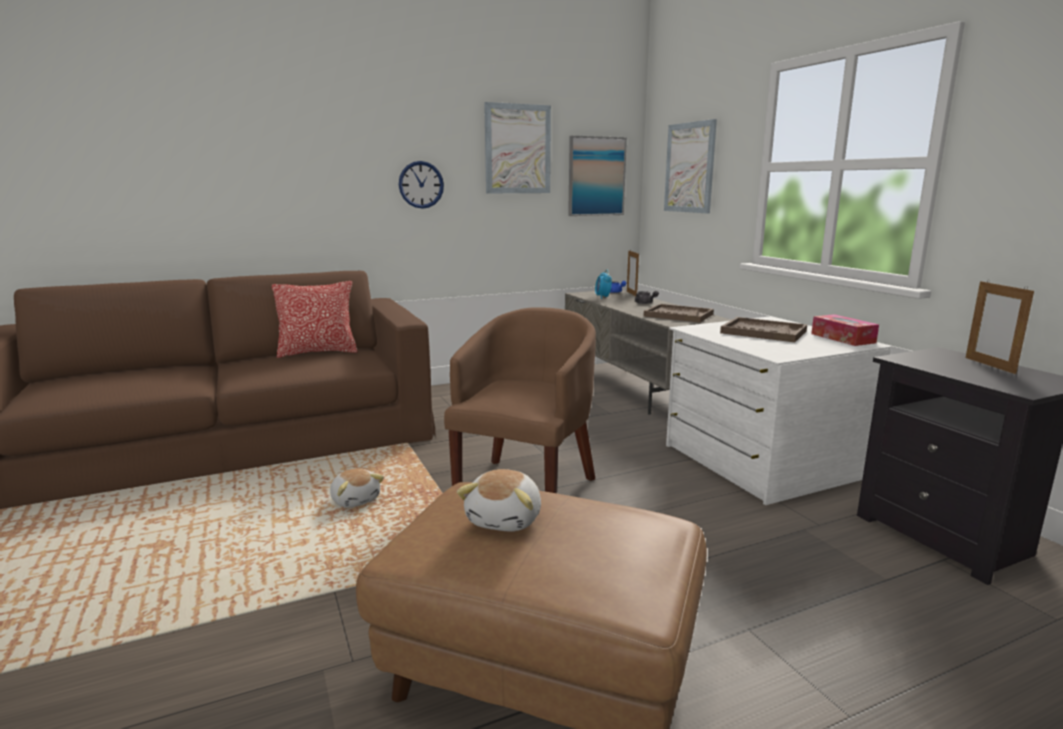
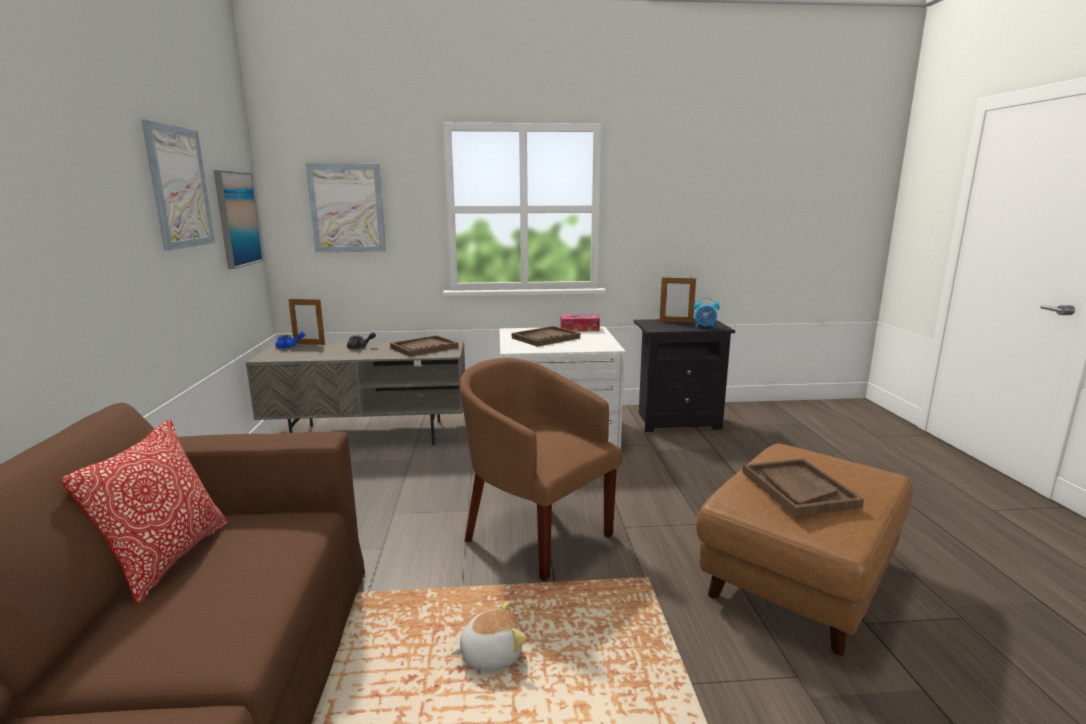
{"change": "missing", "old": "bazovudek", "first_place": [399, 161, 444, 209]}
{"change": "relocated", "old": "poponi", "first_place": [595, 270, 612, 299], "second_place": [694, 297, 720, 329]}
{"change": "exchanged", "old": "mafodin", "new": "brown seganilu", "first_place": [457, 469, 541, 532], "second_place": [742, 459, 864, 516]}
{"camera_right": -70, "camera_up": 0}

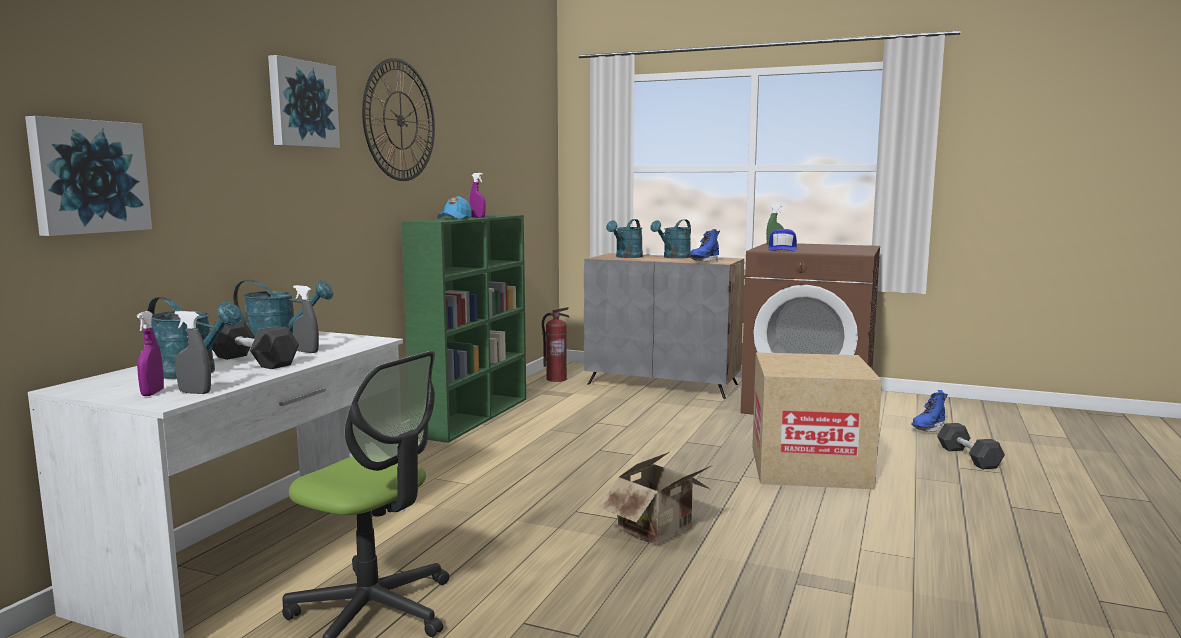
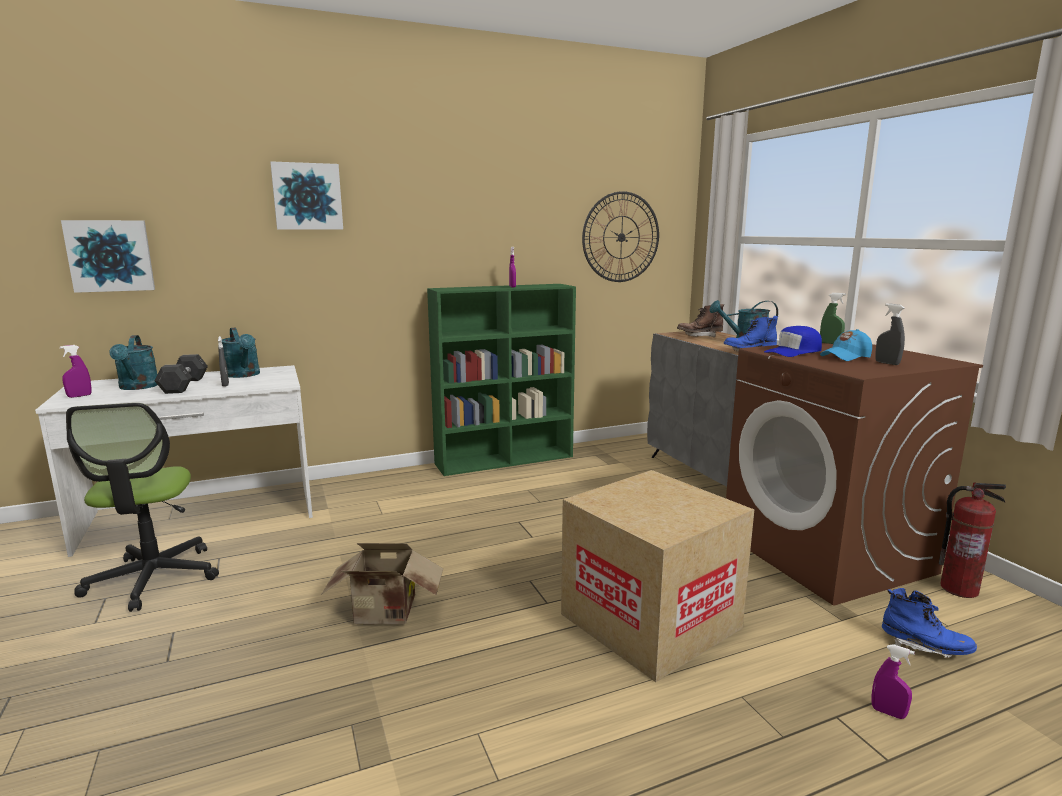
{"change": "relocated", "old": "bazovudek", "first_place": [362, 58, 435, 181], "second_place": [582, 191, 659, 282]}
{"change": "relocated", "old": "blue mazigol", "first_place": [437, 196, 472, 219], "second_place": [820, 329, 872, 361]}
{"change": "exchanged", "old": "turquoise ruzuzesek", "new": "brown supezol", "first_place": [606, 219, 643, 258], "second_place": [677, 304, 724, 337]}
{"change": "relocated", "old": "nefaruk", "first_place": [542, 307, 570, 382], "second_place": [939, 482, 1006, 598]}
{"change": "relocated", "old": "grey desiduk", "first_place": [175, 311, 211, 394], "second_place": [875, 303, 905, 365]}
{"change": "spun", "old": "blue supezol", "first_place": [911, 390, 948, 432], "second_place": [882, 588, 977, 658], "degrees": -150}
{"change": "exchanged", "old": "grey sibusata", "new": "purple desiduk", "first_place": [937, 423, 1005, 469], "second_place": [871, 644, 915, 719]}
{"camera_right": 45, "camera_up": 5}

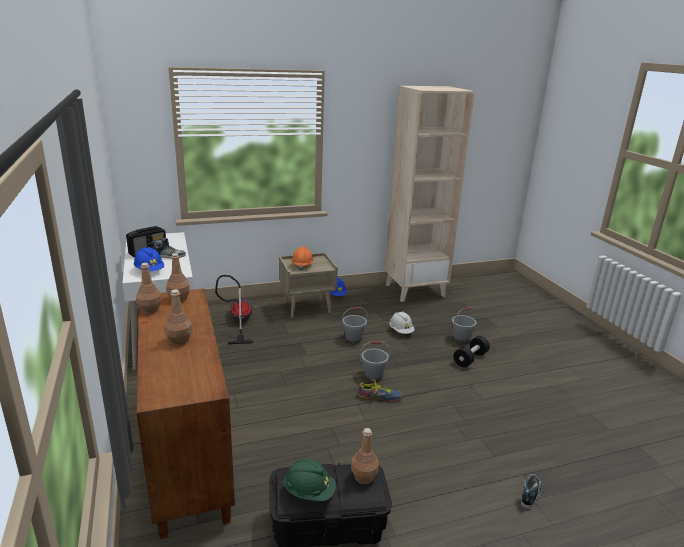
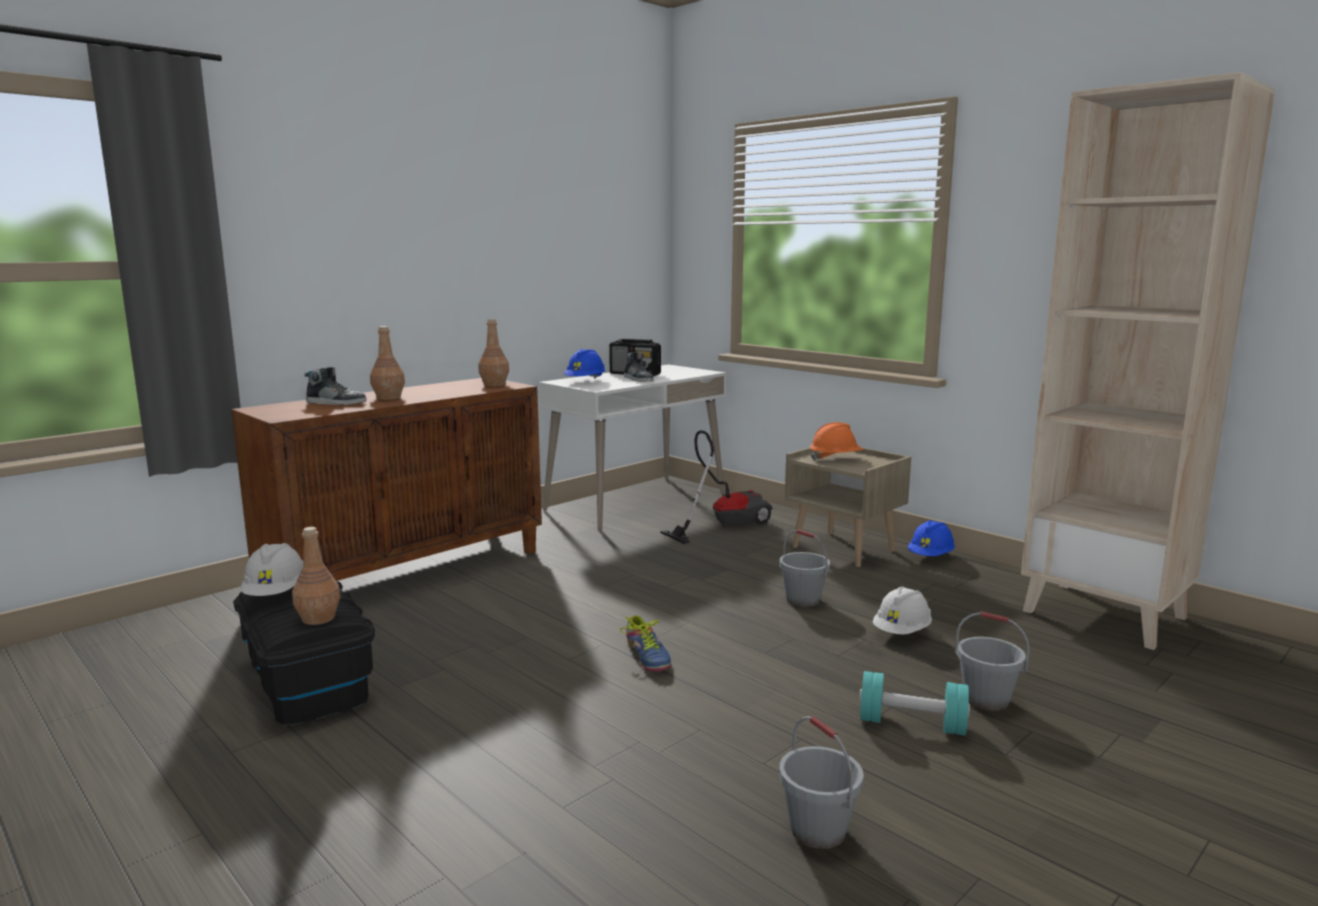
{"change": "missing", "old": "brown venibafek", "first_place": [136, 263, 161, 314]}
{"change": "colour", "old": "black sibusata", "new": "turquoise sibusata", "first_place": [454, 336, 490, 367], "second_place": [859, 671, 970, 736]}
{"change": "relocated", "old": "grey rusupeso", "first_place": [360, 341, 390, 381], "second_place": [779, 716, 864, 849]}
{"change": "colour", "old": "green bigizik", "new": "white bigizik", "first_place": [284, 459, 336, 501], "second_place": [241, 543, 303, 596]}
{"change": "relocated", "old": "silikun", "first_place": [521, 474, 542, 509], "second_place": [305, 367, 367, 405]}
{"camera_right": 65, "camera_up": -10}

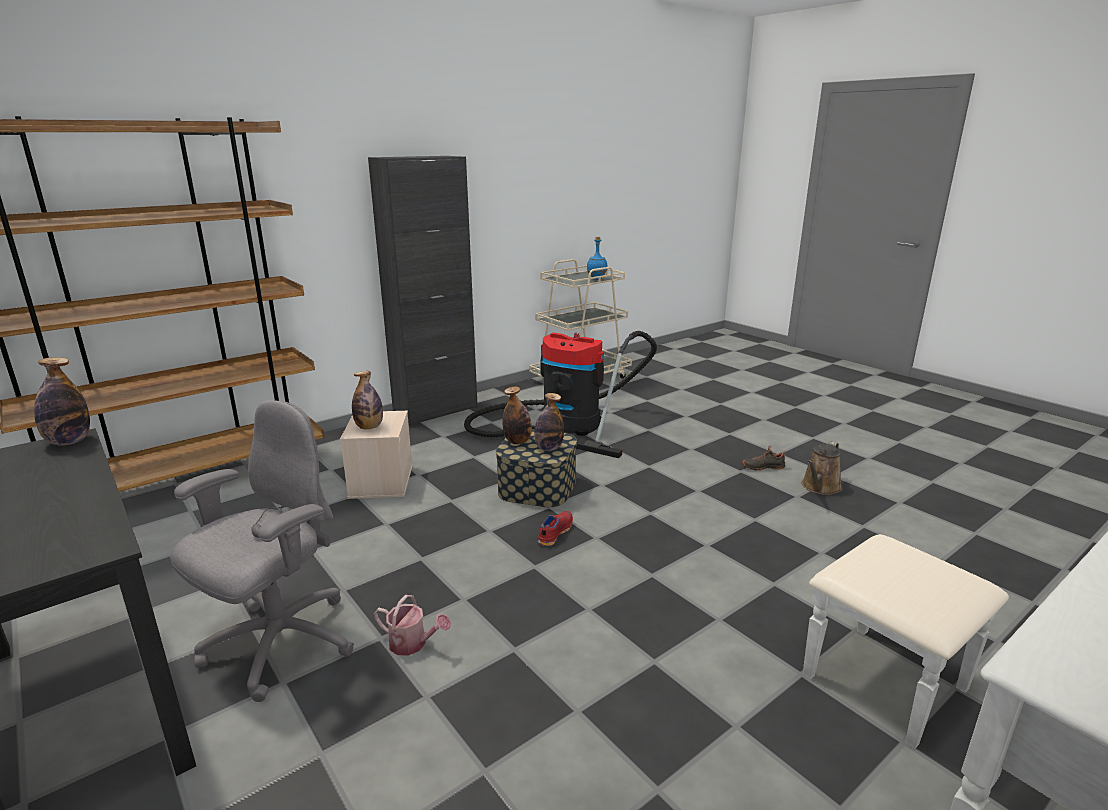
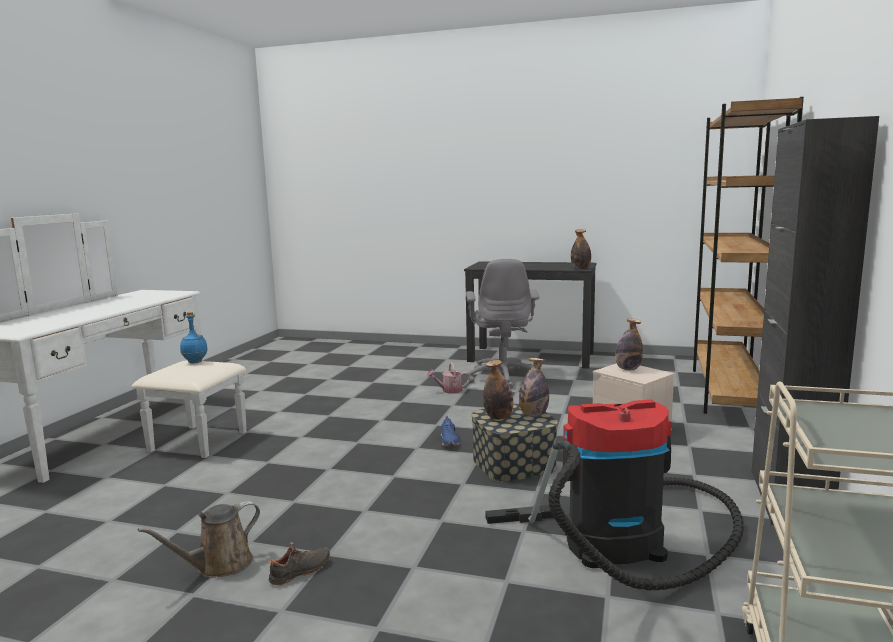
{"change": "relocated", "old": "blue venibafek", "first_place": [587, 237, 608, 280], "second_place": [180, 312, 208, 363]}
{"change": "spun", "old": "brown ruzuzesek", "first_place": [801, 441, 842, 495], "second_place": [138, 501, 260, 578], "degrees": -135}
{"change": "colour", "old": "red silikun", "new": "blue silikun", "first_place": [538, 511, 573, 546], "second_place": [441, 416, 460, 446]}
{"camera_right": 145, "camera_up": -10}

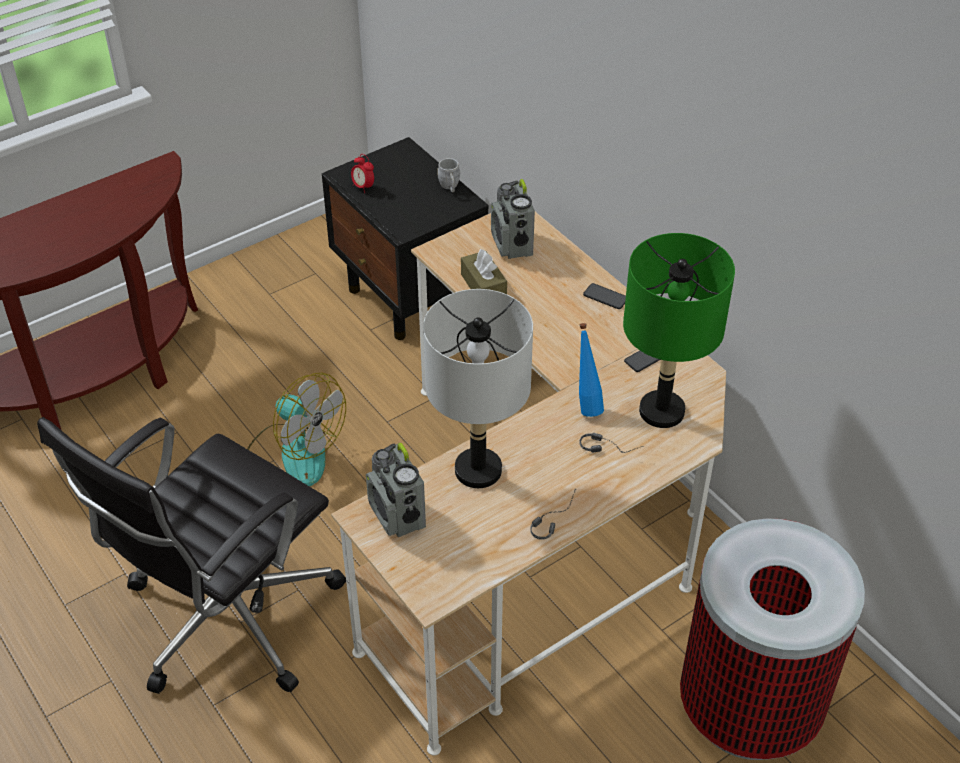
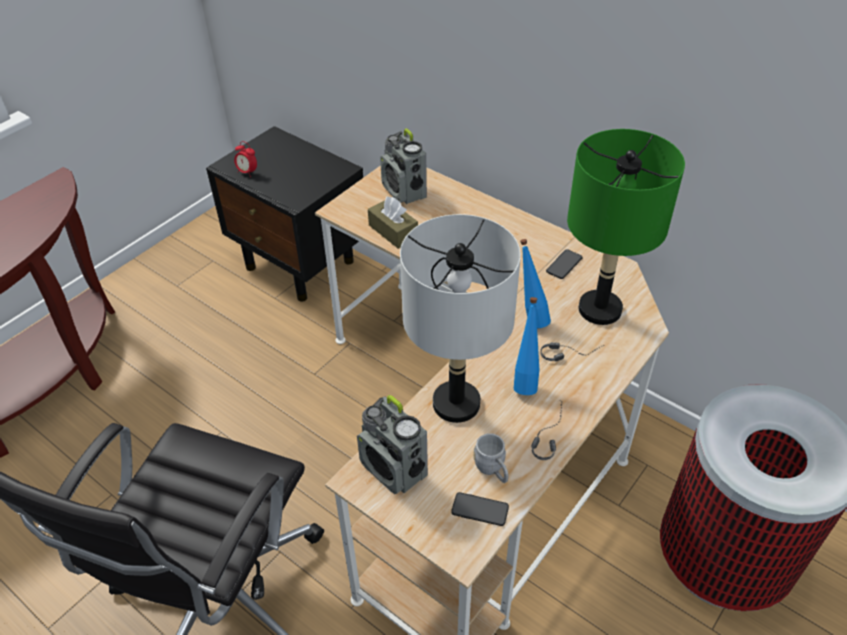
{"change": "relocated", "old": "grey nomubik", "first_place": [437, 158, 460, 193], "second_place": [473, 433, 509, 483]}
{"change": "relocated", "old": "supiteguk", "first_place": [583, 283, 626, 309], "second_place": [451, 492, 509, 526]}
{"change": "missing", "old": "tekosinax", "first_place": [247, 373, 346, 486]}
{"change": "appeared", "new": "blue venibafek", "second_place": [514, 297, 539, 395]}
{"camera_right": -15, "camera_up": 0}

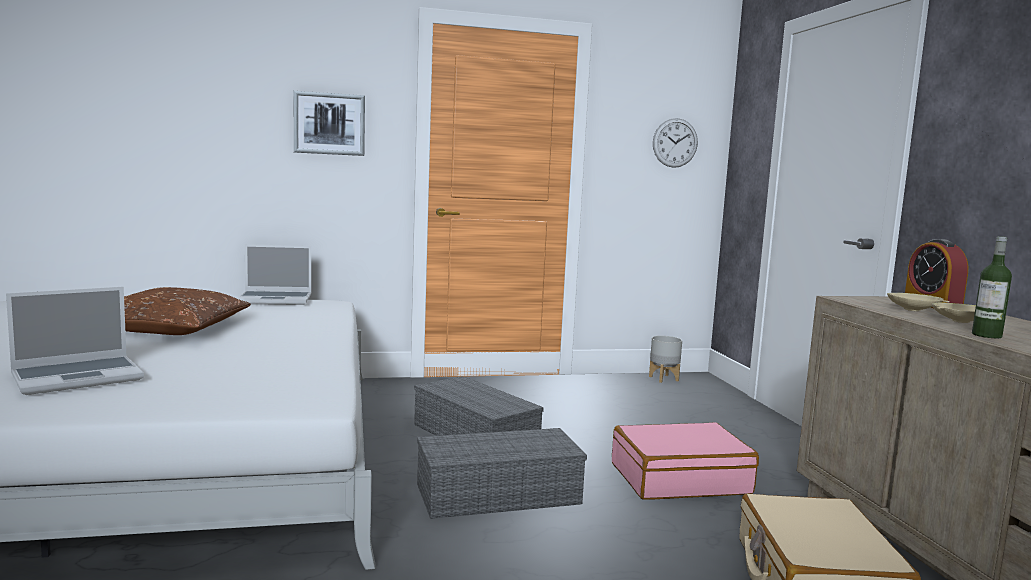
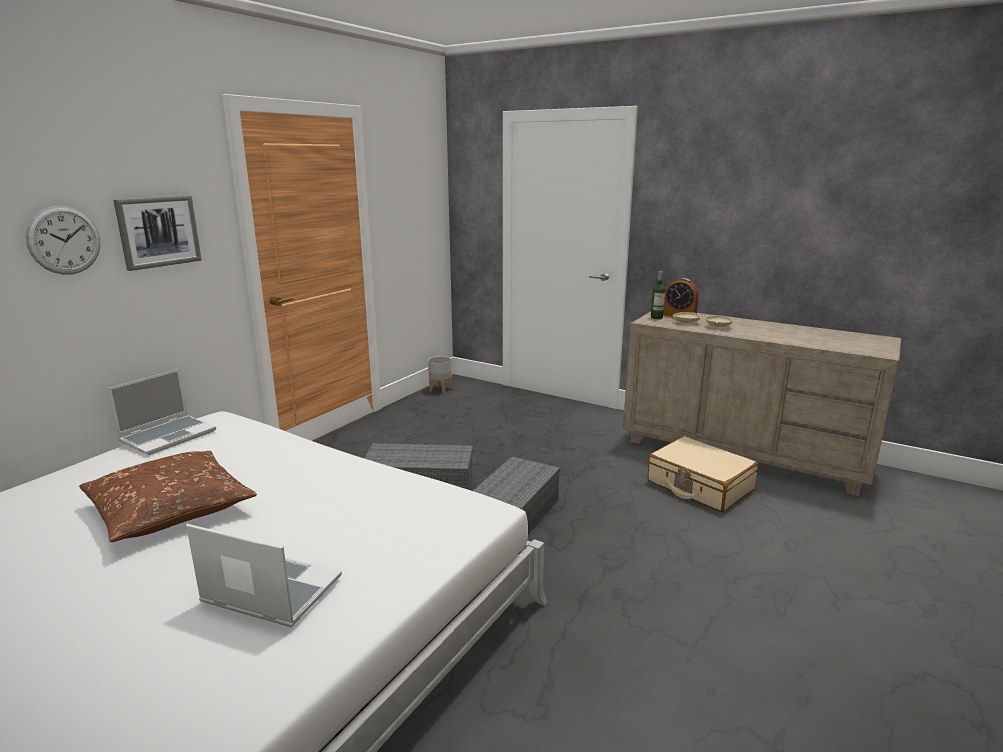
{"change": "relocated", "old": "bazovudek", "first_place": [653, 118, 698, 168], "second_place": [25, 206, 101, 275]}
{"change": "relocated", "old": "venibafek", "first_place": [972, 236, 1012, 338], "second_place": [651, 271, 665, 319]}
{"change": "spun", "old": "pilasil", "first_place": [6, 287, 144, 395], "second_place": [186, 524, 342, 627], "degrees": -75}
{"change": "missing", "old": "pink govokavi", "first_place": [612, 422, 759, 500]}
{"camera_right": -45, "camera_up": 10}

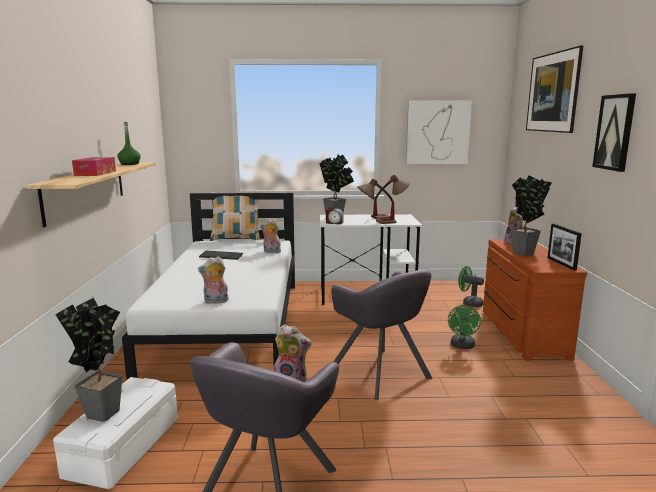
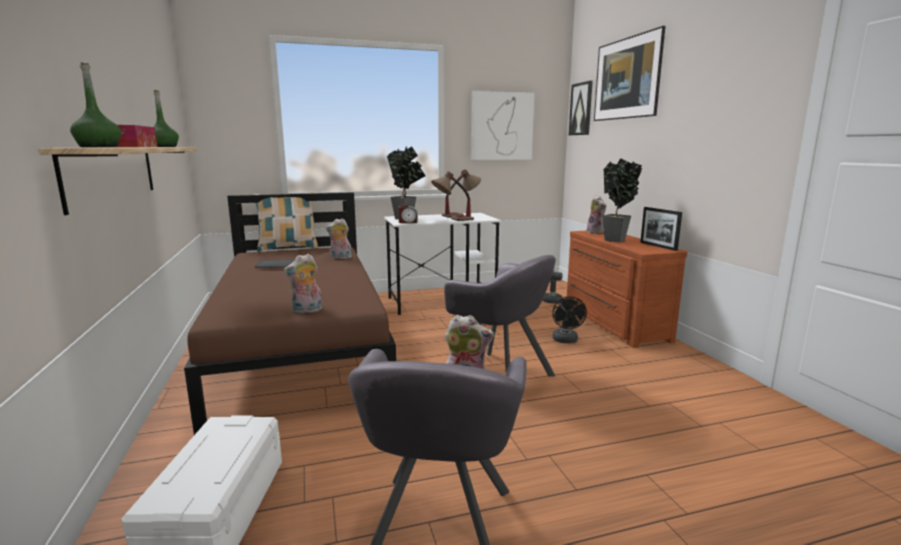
{"change": "relocated", "old": "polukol", "first_place": [592, 93, 636, 172], "second_place": [569, 81, 593, 135]}
{"change": "colour", "old": "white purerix", "new": "brown purerix", "first_place": [122, 193, 295, 380], "second_place": [184, 192, 396, 435]}
{"change": "missing", "old": "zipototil", "first_place": [55, 298, 123, 422]}
{"change": "colour", "old": "green tekosinax", "new": "black tekosinax", "first_place": [448, 305, 481, 349], "second_place": [552, 296, 587, 343]}
{"change": "appeared", "new": "green venibafek", "second_place": [70, 62, 121, 147]}
{"camera_right": -15, "camera_up": 0}

